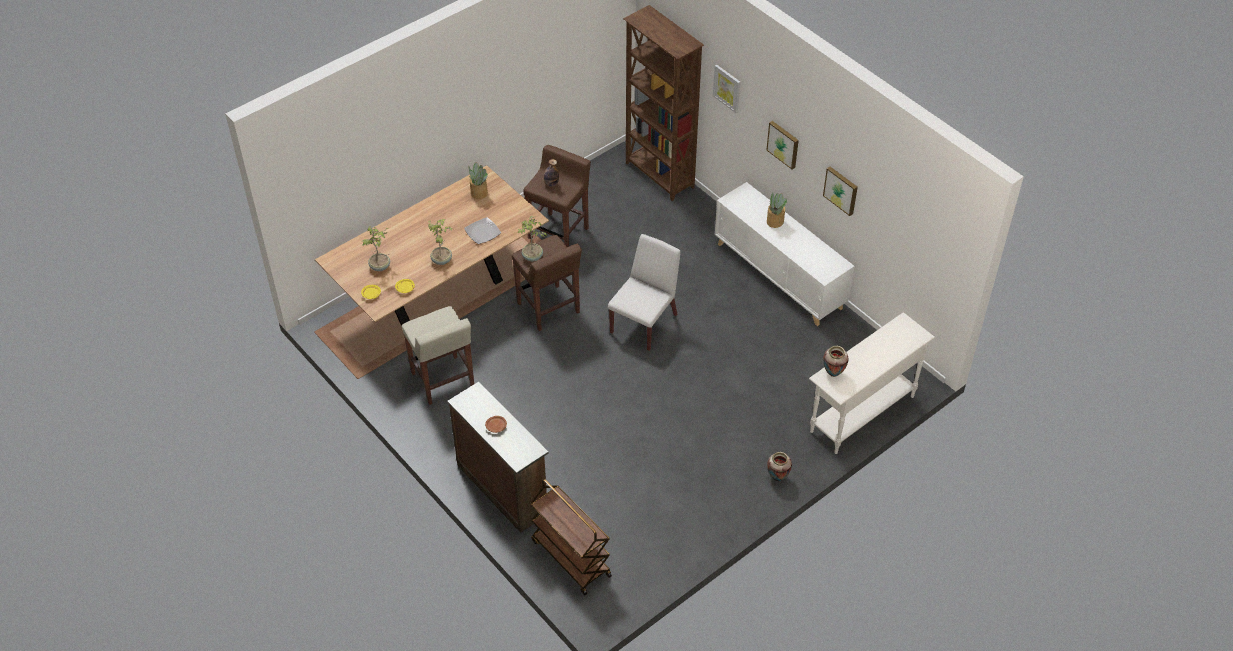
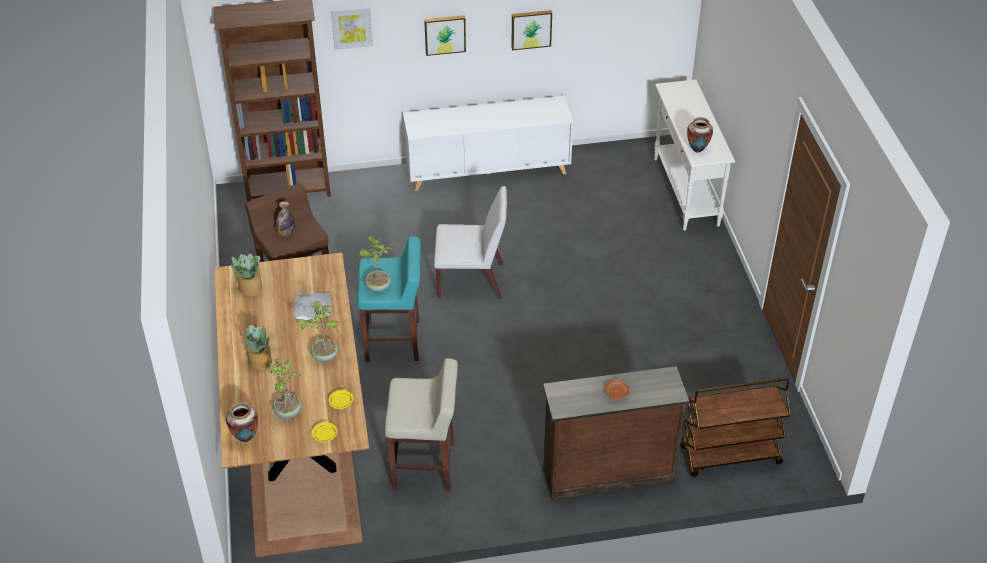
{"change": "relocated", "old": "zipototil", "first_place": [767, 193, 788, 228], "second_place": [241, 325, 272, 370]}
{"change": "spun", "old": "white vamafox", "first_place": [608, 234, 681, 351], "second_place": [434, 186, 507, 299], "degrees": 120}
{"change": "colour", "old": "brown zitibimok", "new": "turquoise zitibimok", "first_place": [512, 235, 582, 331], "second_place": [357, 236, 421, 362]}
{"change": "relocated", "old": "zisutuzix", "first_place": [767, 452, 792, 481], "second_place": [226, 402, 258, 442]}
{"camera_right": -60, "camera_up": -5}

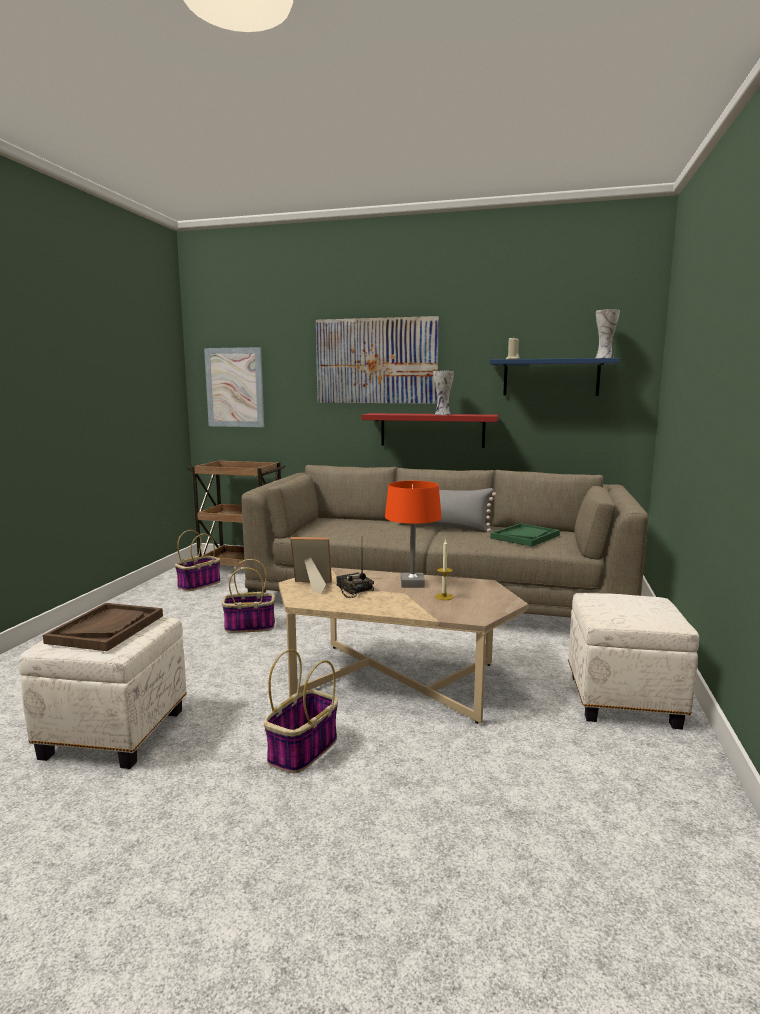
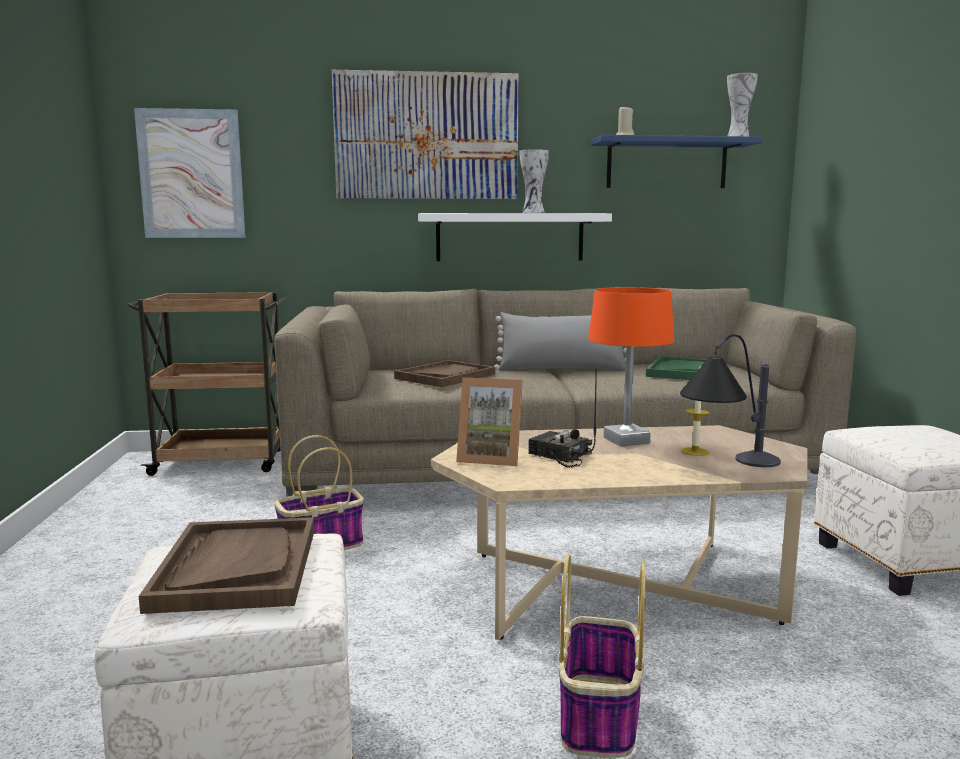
{"change": "colour", "old": "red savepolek", "new": "white savepolek", "first_place": [362, 413, 499, 448], "second_place": [418, 213, 612, 261]}
{"change": "missing", "old": "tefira", "first_place": [175, 530, 221, 591]}
{"change": "spun", "old": "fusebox", "first_place": [291, 537, 332, 594], "second_place": [456, 377, 523, 466], "degrees": -150}
{"change": "appeared", "new": "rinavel", "second_place": [680, 334, 781, 467]}
{"change": "appeared", "new": "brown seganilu", "second_place": [394, 360, 495, 387]}
{"camera_right": -20, "camera_up": 0}

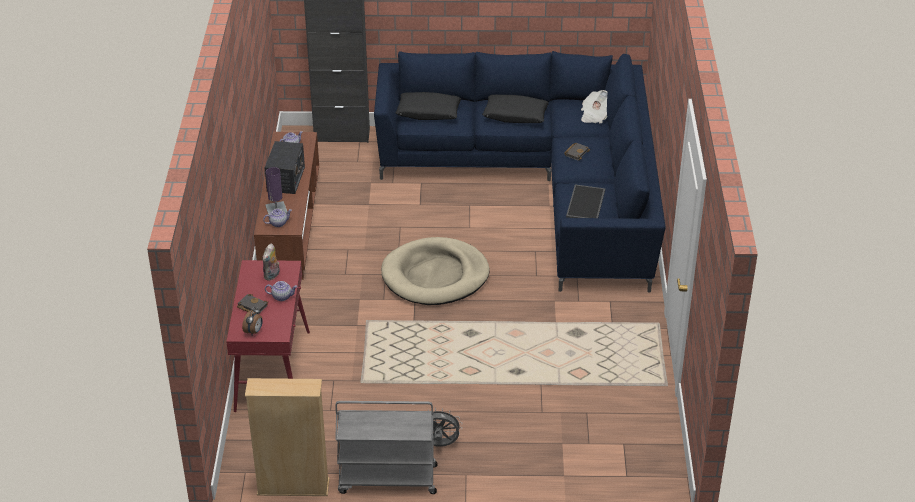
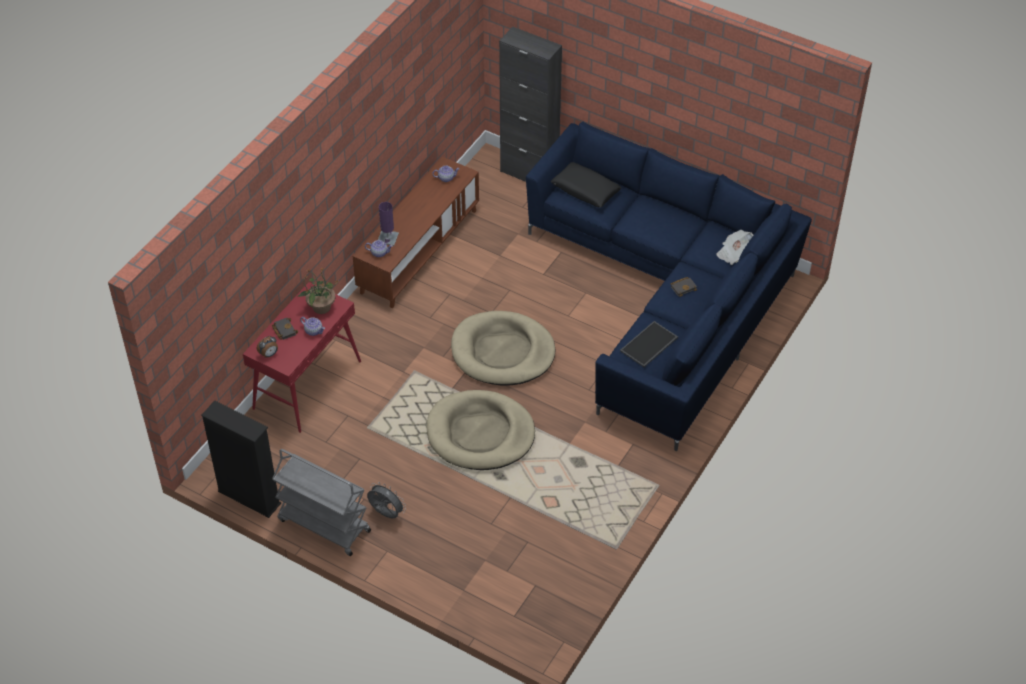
{"change": "missing", "old": "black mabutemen", "first_place": [482, 95, 549, 123]}
{"change": "missing", "old": "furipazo", "first_place": [264, 141, 305, 194]}
{"change": "exchanged", "old": "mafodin", "new": "zipototil", "first_place": [262, 244, 280, 281], "second_place": [297, 267, 339, 314]}
{"change": "colour", "old": "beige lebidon", "new": "black lebidon", "first_place": [245, 378, 330, 496], "second_place": [201, 400, 281, 518]}
{"change": "appeared", "new": "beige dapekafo", "second_place": [426, 390, 535, 470]}
{"camera_right": 30, "camera_up": 10}

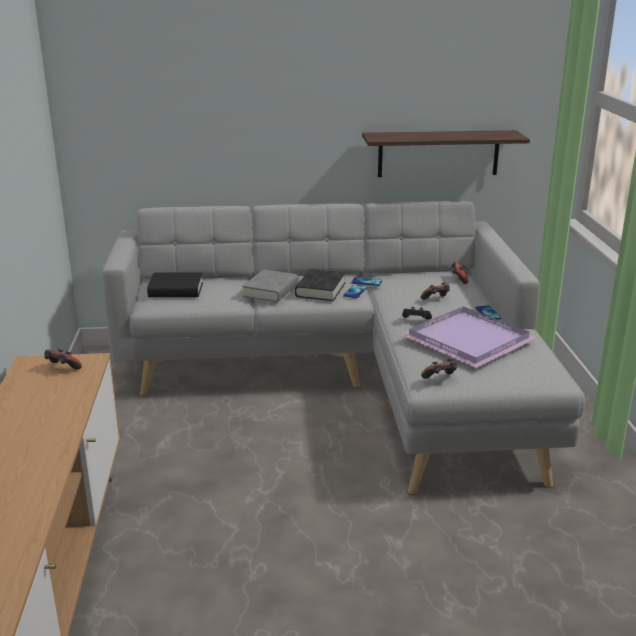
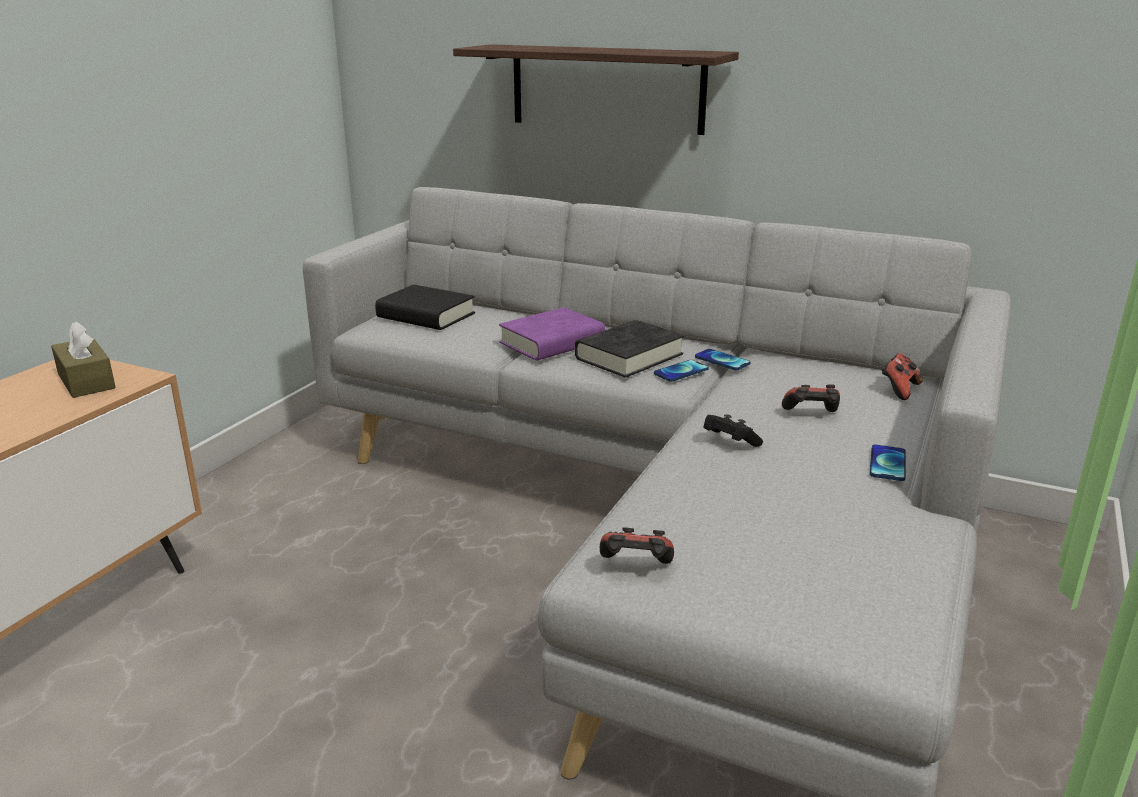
{"change": "relocated", "old": "savepolek", "first_place": [362, 130, 530, 177], "second_place": [453, 44, 739, 135]}
{"change": "colour", "old": "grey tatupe", "new": "purple tatupe", "first_place": [242, 269, 299, 302], "second_place": [499, 307, 605, 361]}
{"change": "missing", "old": "purple seganilu", "first_place": [401, 307, 537, 368]}
{"change": "exchanged", "old": "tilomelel", "new": "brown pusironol", "first_place": [44, 349, 82, 370], "second_place": [51, 321, 116, 398]}
{"camera_right": 30, "camera_up": 0}

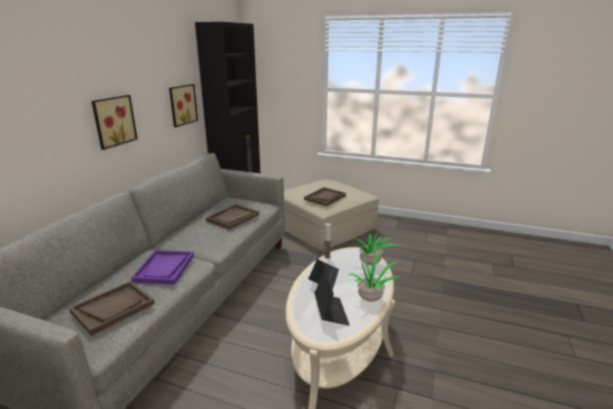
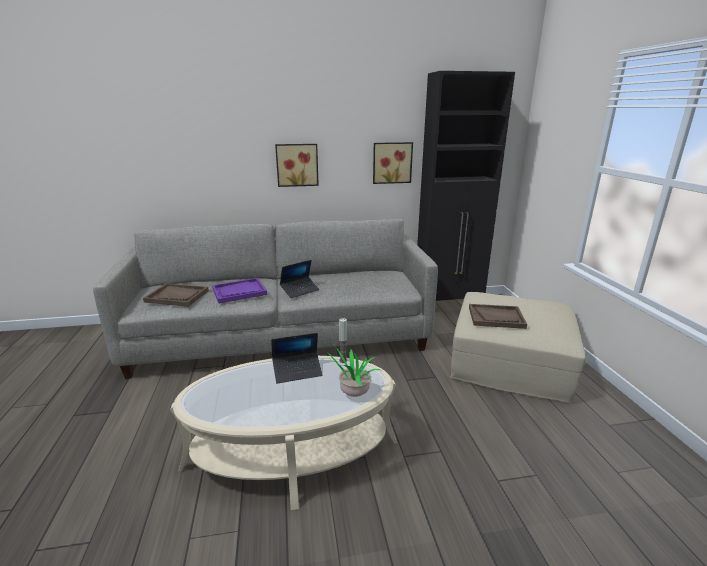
{"change": "missing", "old": "brown seganilu", "first_place": [206, 204, 259, 230]}
{"change": "missing", "old": "zipototil", "first_place": [349, 252, 400, 302]}
{"change": "relocated", "old": "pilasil", "first_place": [314, 270, 350, 325], "second_place": [280, 260, 319, 298]}
{"camera_right": 60, "camera_up": 0}

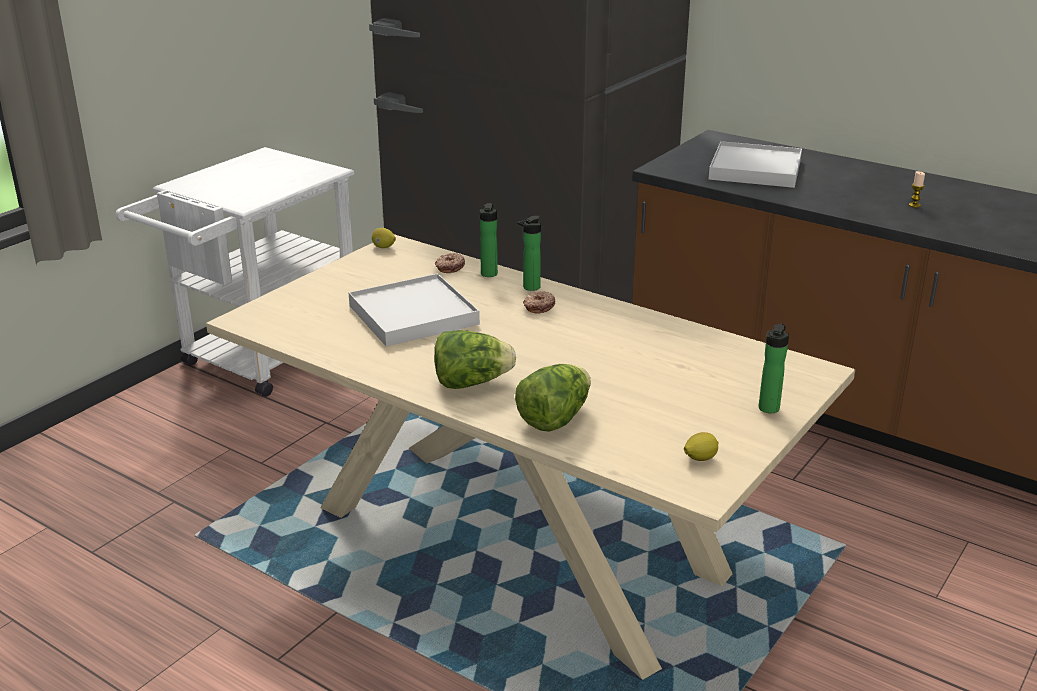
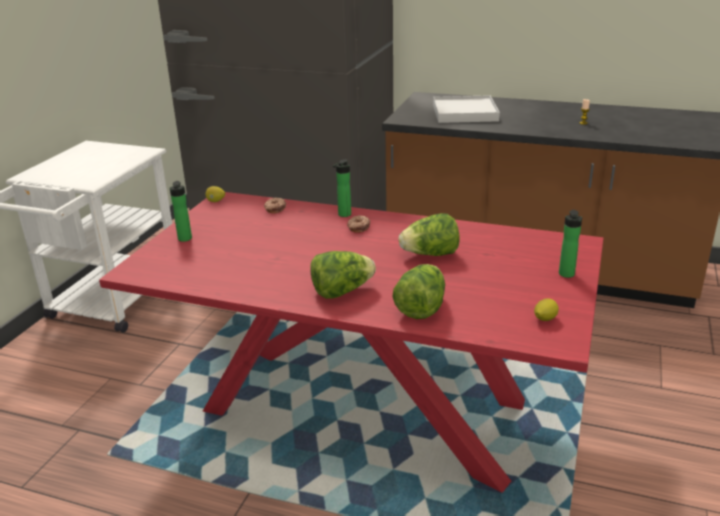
{"change": "relocated", "old": "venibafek", "first_place": [480, 203, 498, 277], "second_place": [170, 181, 192, 242]}
{"change": "colour", "old": "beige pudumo", "new": "red pudumo", "first_place": [206, 234, 855, 680], "second_place": [99, 192, 604, 493]}
{"change": "missing", "old": "white seganilu", "first_place": [348, 273, 480, 347]}
{"change": "appeared", "new": "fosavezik", "second_place": [399, 213, 460, 256]}
{"camera_right": -15, "camera_up": 0}

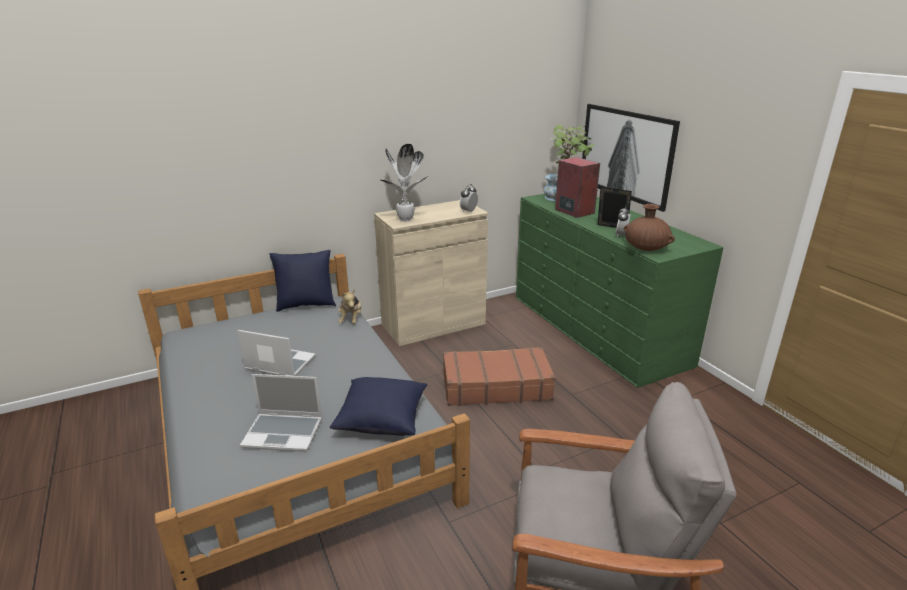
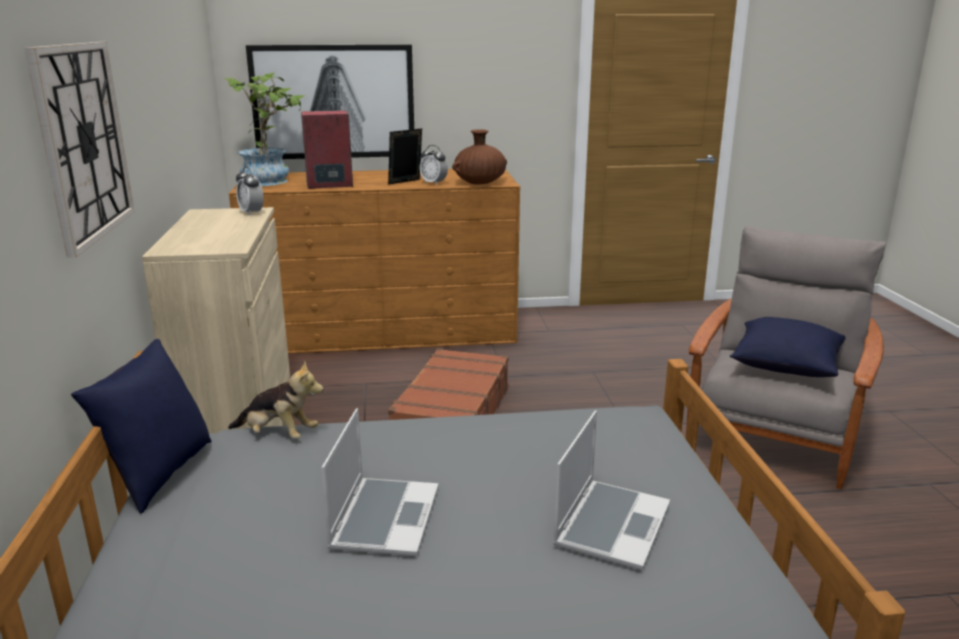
{"change": "missing", "old": "zipototil", "first_place": [380, 144, 427, 222]}
{"change": "colour", "old": "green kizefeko", "new": "brown kizefeko", "first_place": [516, 194, 724, 388], "second_place": [229, 169, 520, 354]}
{"change": "spun", "old": "pilasil", "first_place": [238, 330, 316, 376], "second_place": [321, 408, 439, 556], "degrees": 150}
{"change": "relocated", "old": "blue mabutemen", "first_place": [330, 377, 427, 436], "second_place": [730, 317, 846, 377]}
{"change": "appeared", "new": "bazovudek", "second_place": [25, 42, 135, 258]}
{"camera_right": -70, "camera_up": -5}

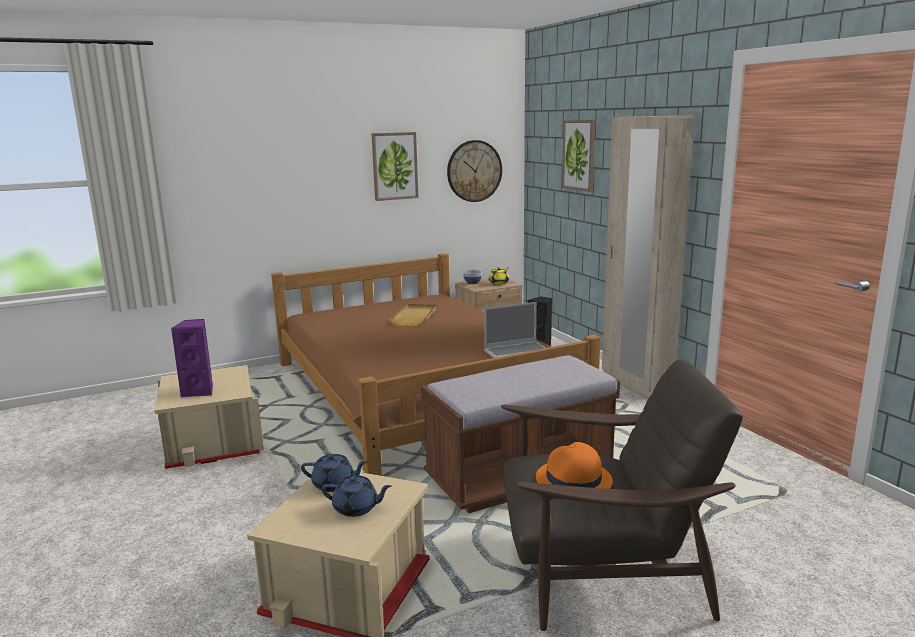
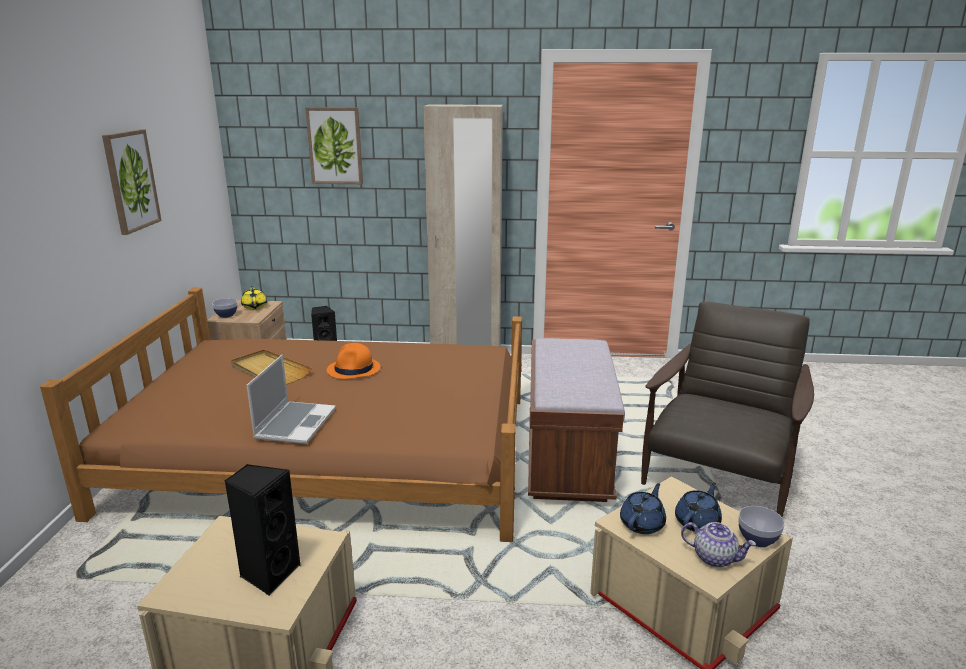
{"change": "missing", "old": "bazovudek", "first_place": [447, 140, 502, 202]}
{"change": "relocated", "old": "pilasil", "first_place": [484, 302, 546, 358], "second_place": [246, 355, 336, 444]}
{"change": "colour", "old": "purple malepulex", "new": "black malepulex", "first_place": [171, 319, 213, 397], "second_place": [224, 464, 301, 596]}
{"change": "relocated", "old": "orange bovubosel", "first_place": [536, 442, 613, 489], "second_place": [327, 343, 380, 379]}
{"change": "appeared", "new": "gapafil", "second_place": [738, 506, 785, 547]}
{"change": "appeared", "new": "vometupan", "second_place": [681, 522, 756, 568]}
{"camera_right": -60, "camera_up": 5}

